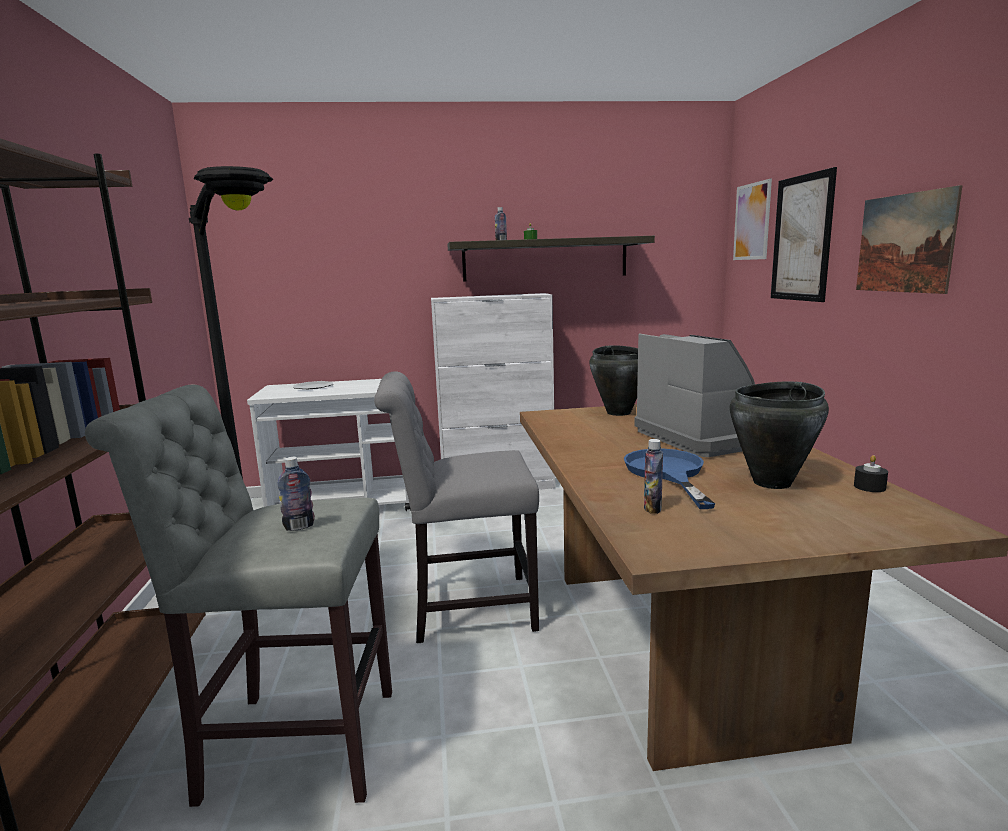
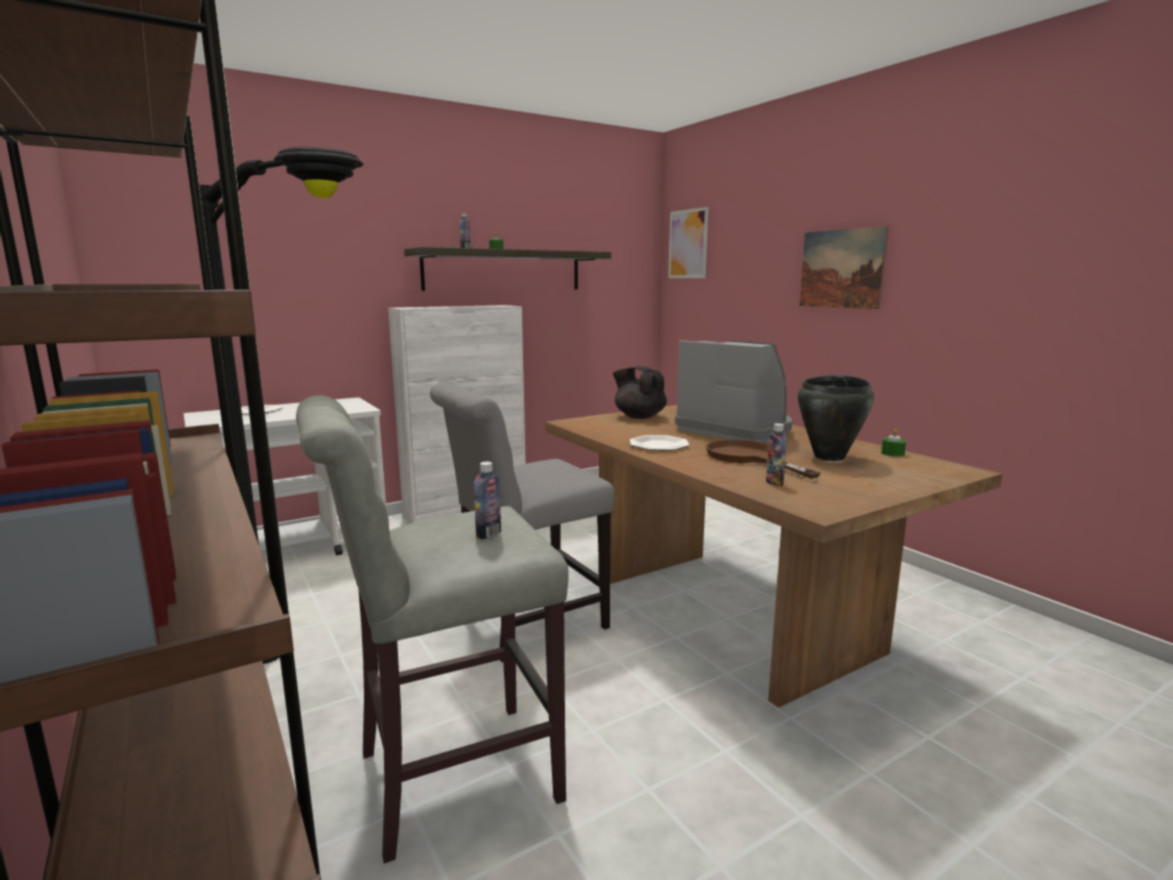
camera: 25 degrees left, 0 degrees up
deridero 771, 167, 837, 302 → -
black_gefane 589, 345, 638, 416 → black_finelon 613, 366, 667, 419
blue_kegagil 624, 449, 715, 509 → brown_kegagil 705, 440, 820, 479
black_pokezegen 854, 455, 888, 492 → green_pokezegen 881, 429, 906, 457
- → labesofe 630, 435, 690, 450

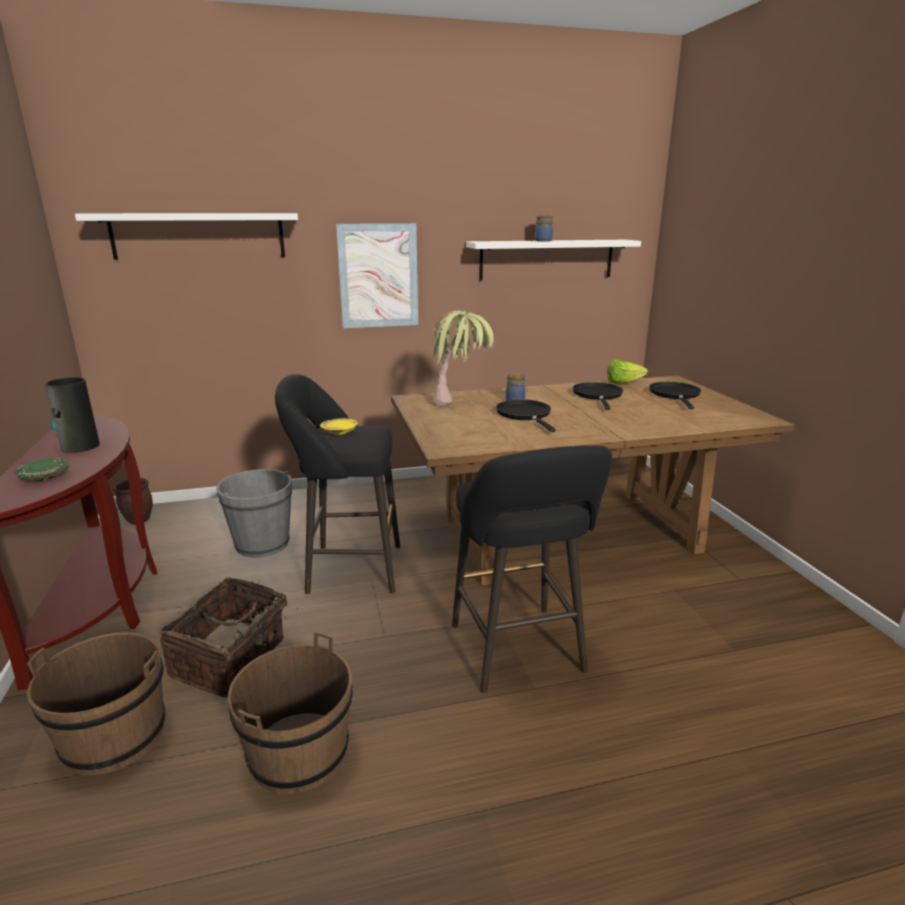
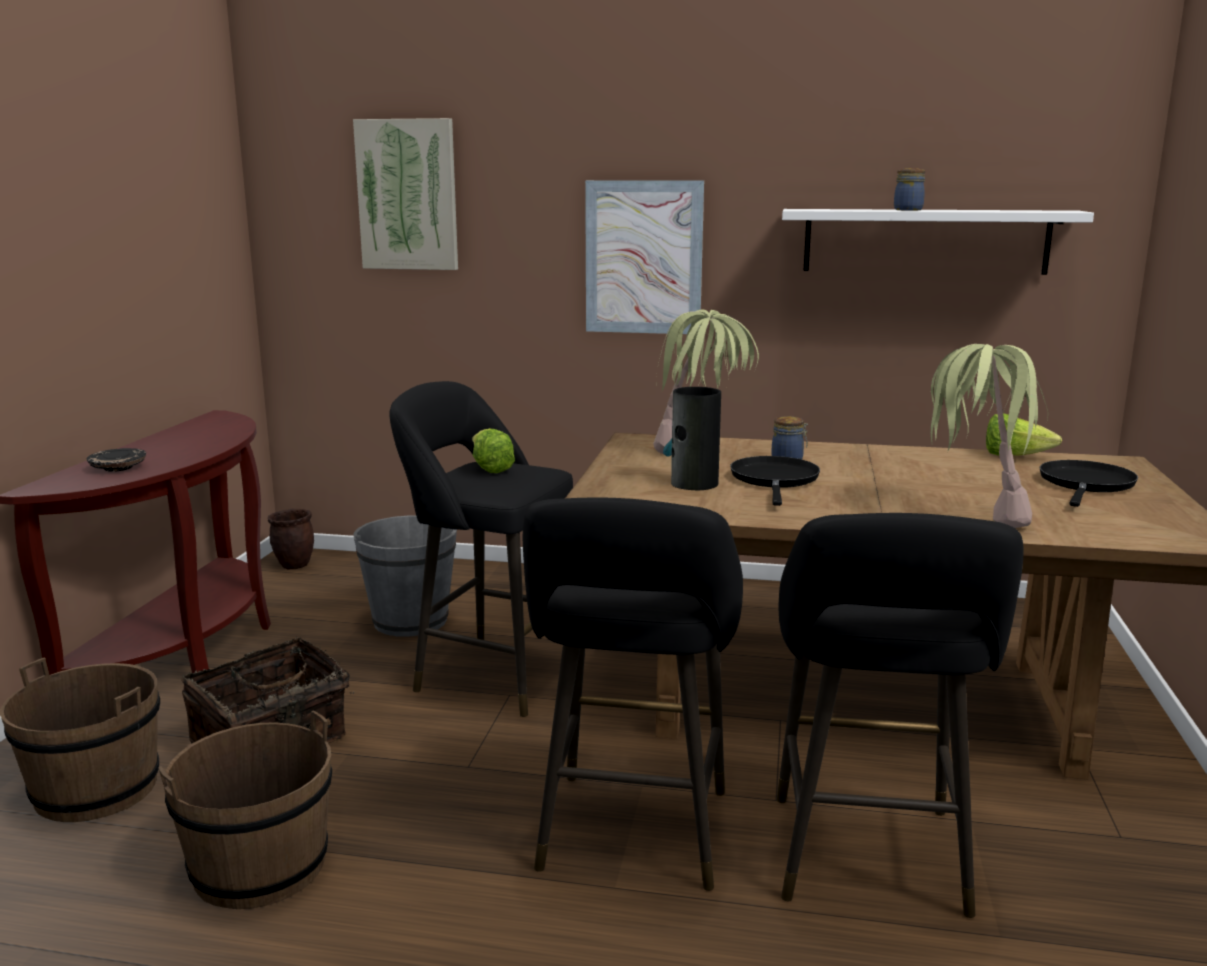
camera: 25 degrees right, 5 degrees down
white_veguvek 75, 213, 298, 260 → deridero 353, 118, 458, 270
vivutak 45, 377, 100, 453 → vivutak 663, 387, 721, 490, relocated
black_kegagil 573, 382, 623, 410 → -
yellow_labesofe 320, 418, 357, 435 → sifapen 472, 428, 515, 473
green_labesofe 14, 458, 68, 481 → black_labesofe 87, 448, 146, 472
- → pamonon 931, 344, 1048, 528
- → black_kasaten 777, 513, 1024, 918

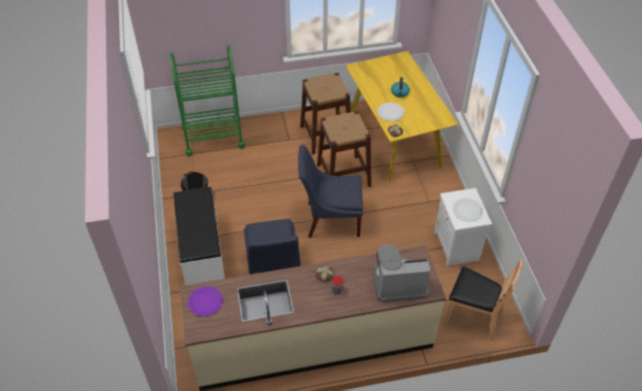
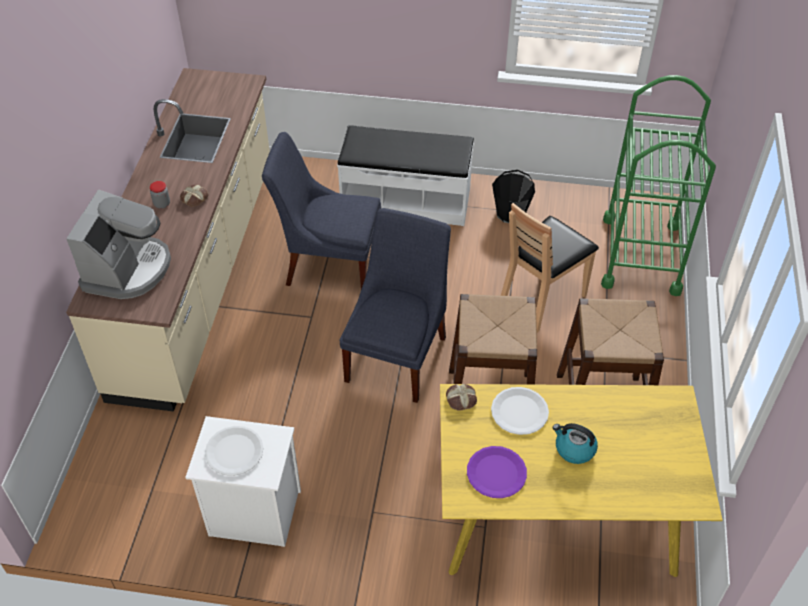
camera: 110 degrees right, 0 degrees up
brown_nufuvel 444, 260, 523, 341 → brown_nufuvel 501, 203, 599, 332, relocated
purple_labesofe 188, 286, 223, 316 → purple_labesofe 467, 446, 527, 498, relocated

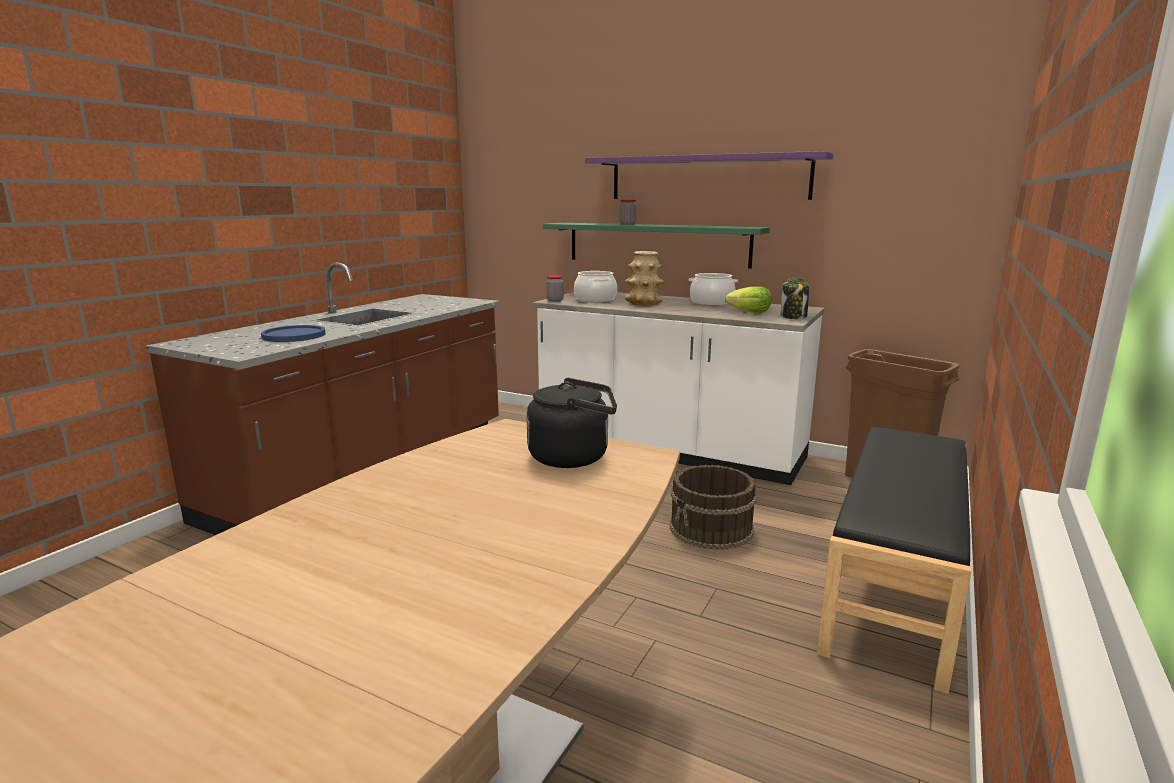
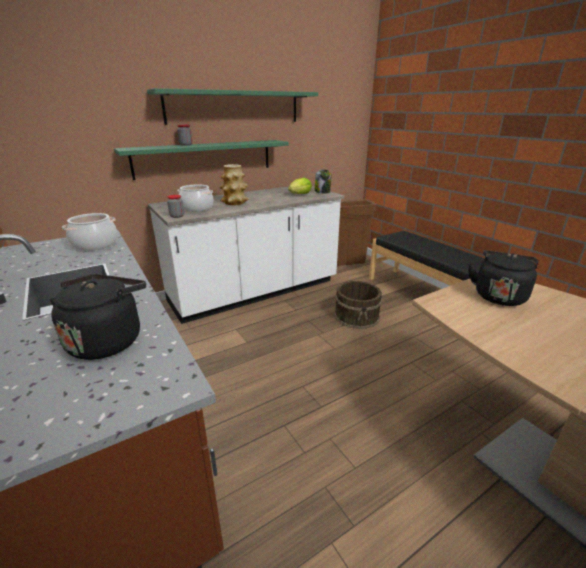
camera: 60 degrees left, 10 degrees up
purple_veguvek 585, 151, 833, 200 → green_veguvek 147, 88, 318, 125
gefane 689, 273, 738, 306 → gefane 62, 213, 118, 251, relocated
blue_labesofe 261, 325, 326, 342 → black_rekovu 50, 274, 146, 360

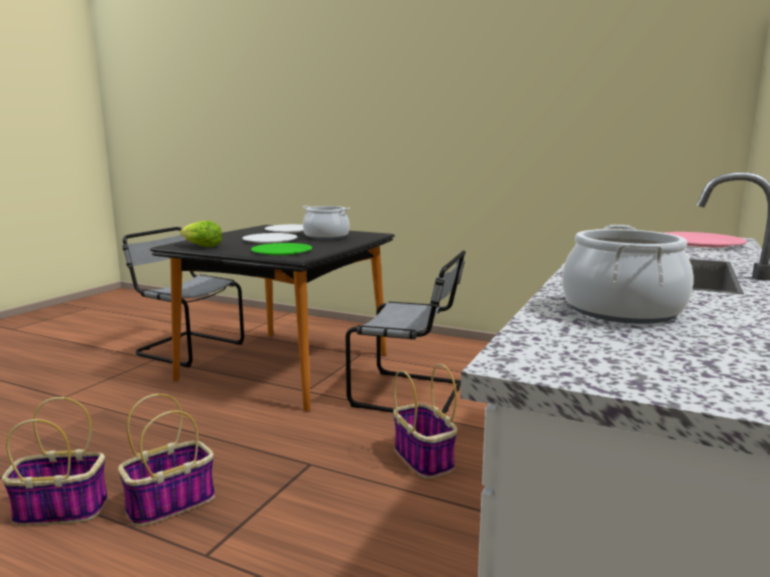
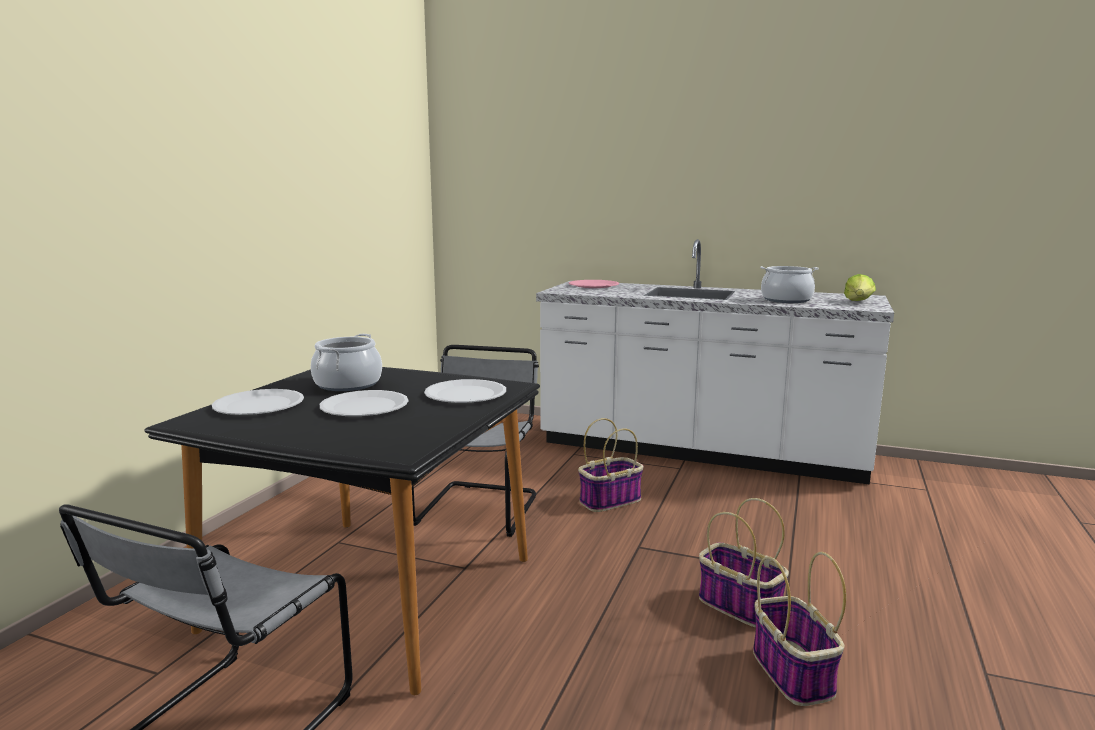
camera: 95 degrees left, 0 degrees up
sifapen 180, 221, 222, 247 → sifapen 844, 274, 876, 301, relocated
green_labesofe 251, 243, 312, 255 → white_labesofe 424, 379, 506, 403

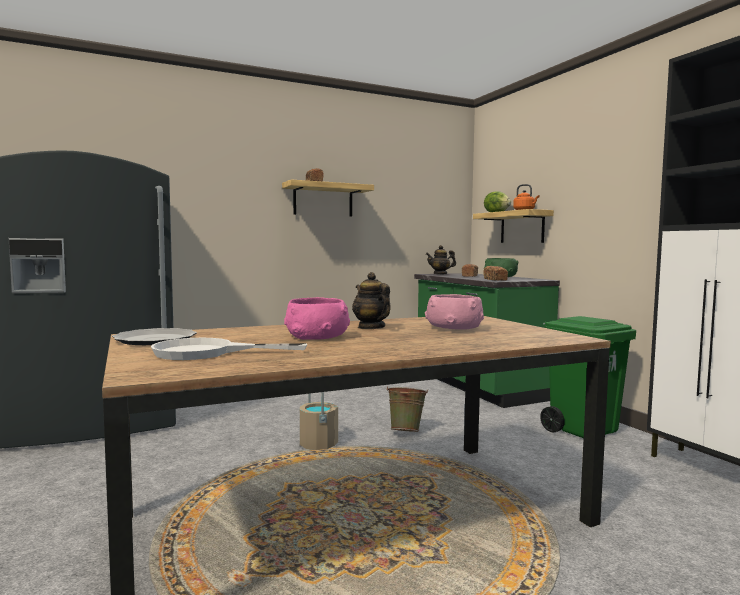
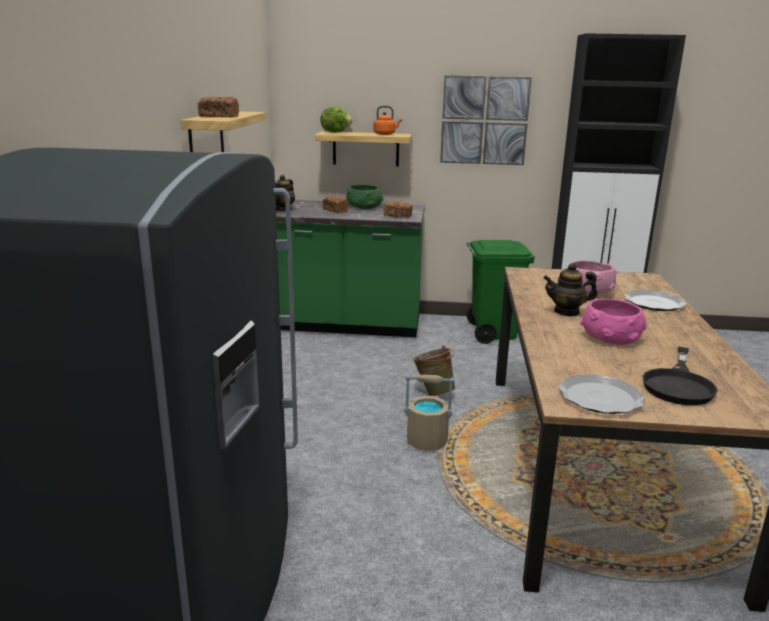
camera: 60 degrees left, 15 degrees up
white_kegagil 151, 338, 307, 360 → black_kegagil 642, 347, 718, 405
- → deridero 440, 75, 532, 165
- → labesofe 624, 290, 687, 311

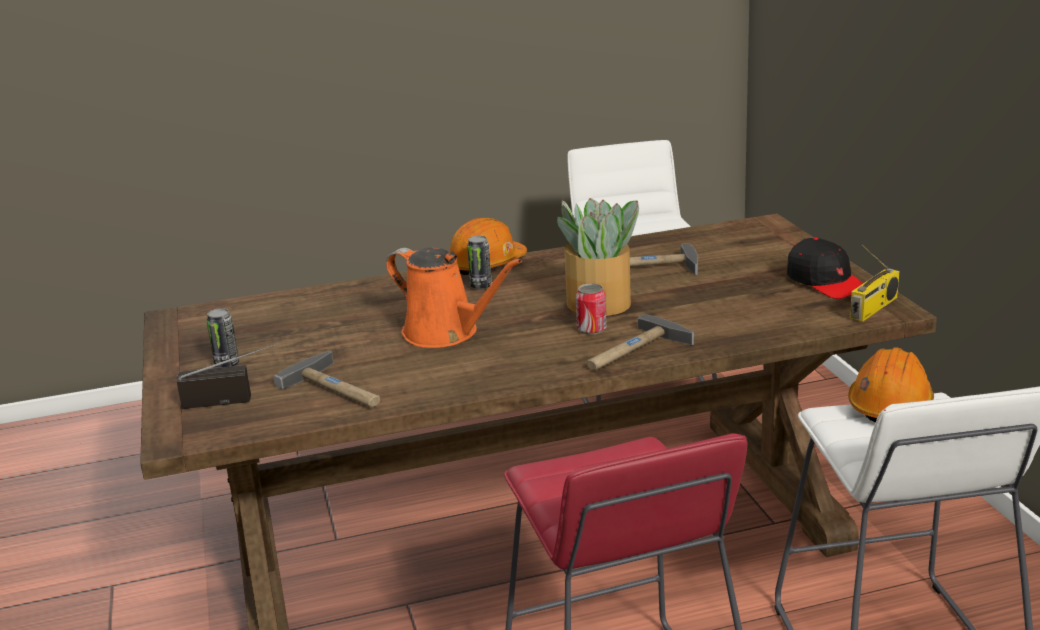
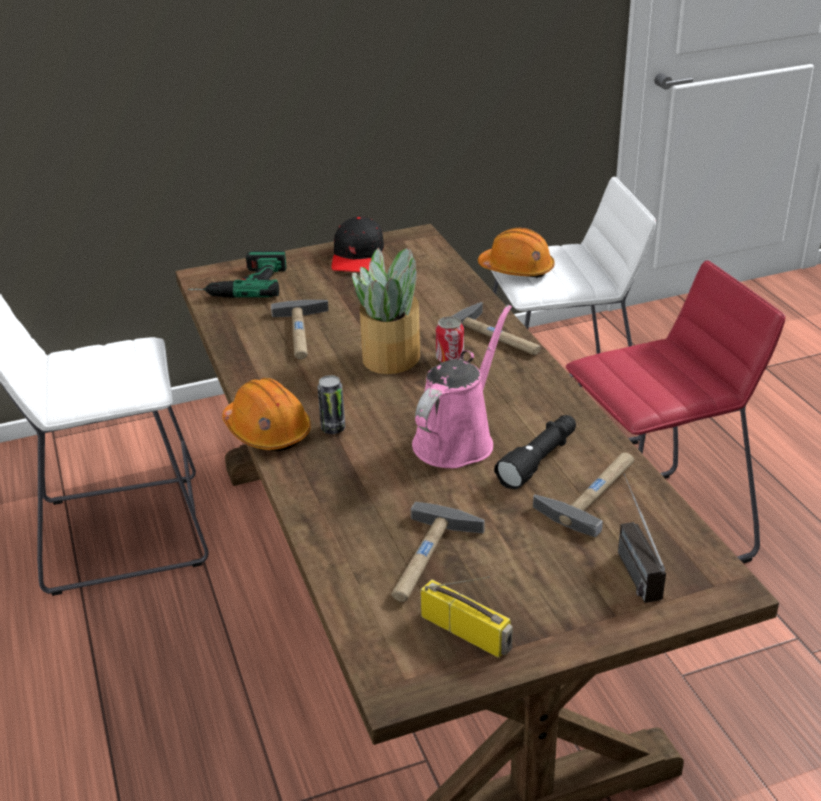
camera: 95 degrees left, 10 degrees up
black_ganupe 787, 238, 863, 299 → black_ganupe 332, 216, 384, 272, 135 degrees clockwise
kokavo 850, 245, 899, 322 → kokavo 421, 576, 513, 658, relocated
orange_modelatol 386, 248, 522, 348 → pink_modelatol 412, 305, 512, 468
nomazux 206, 308, 239, 368 → -
- → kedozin 188, 251, 287, 298
- → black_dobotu 494, 415, 576, 489
- → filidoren 391, 502, 485, 602

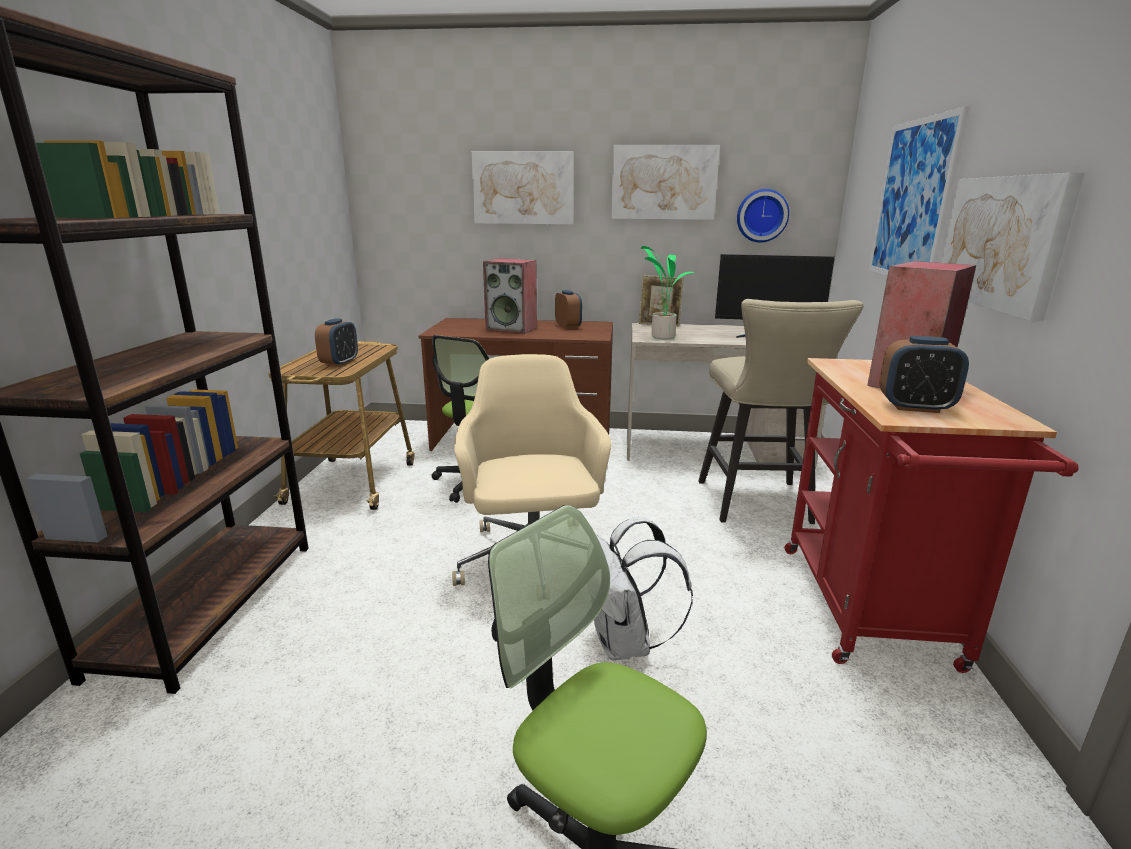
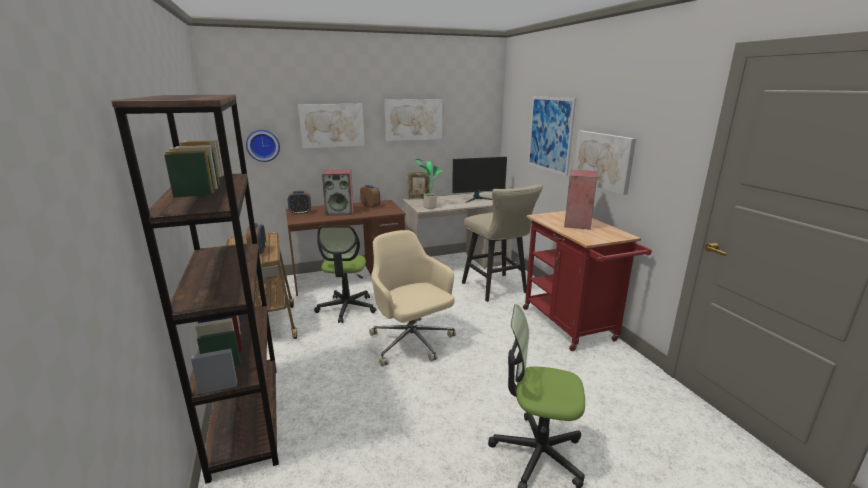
camera: 25 degrees left, 0 degrees up
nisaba 737, 189, 789, 242 → nisaba 246, 130, 280, 162, relocated
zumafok 880, 336, 969, 413 → zumafok 288, 191, 311, 215, relocated
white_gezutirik 594, 517, 693, 661 → -

